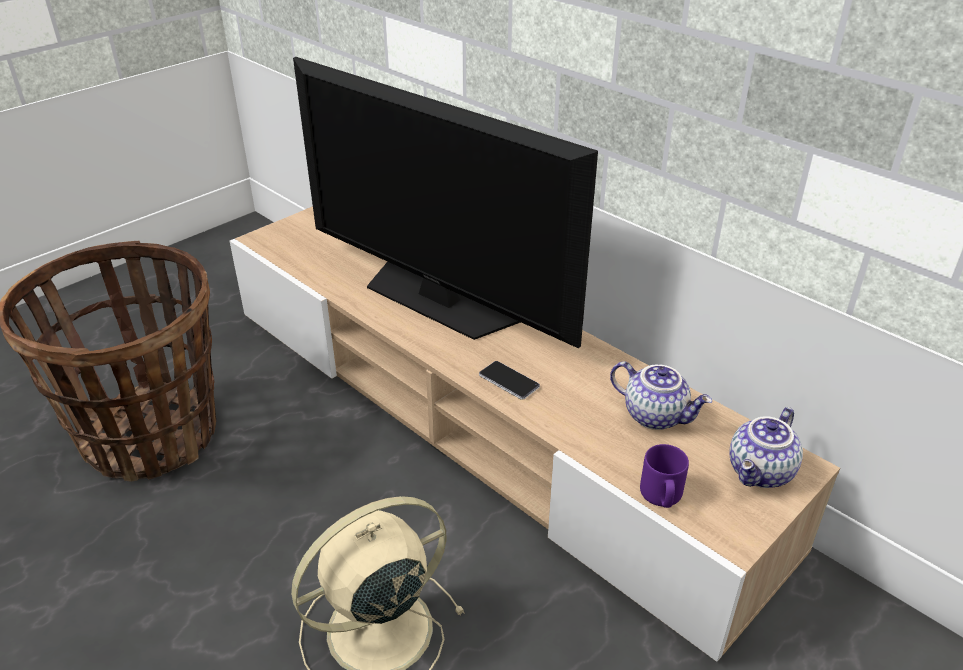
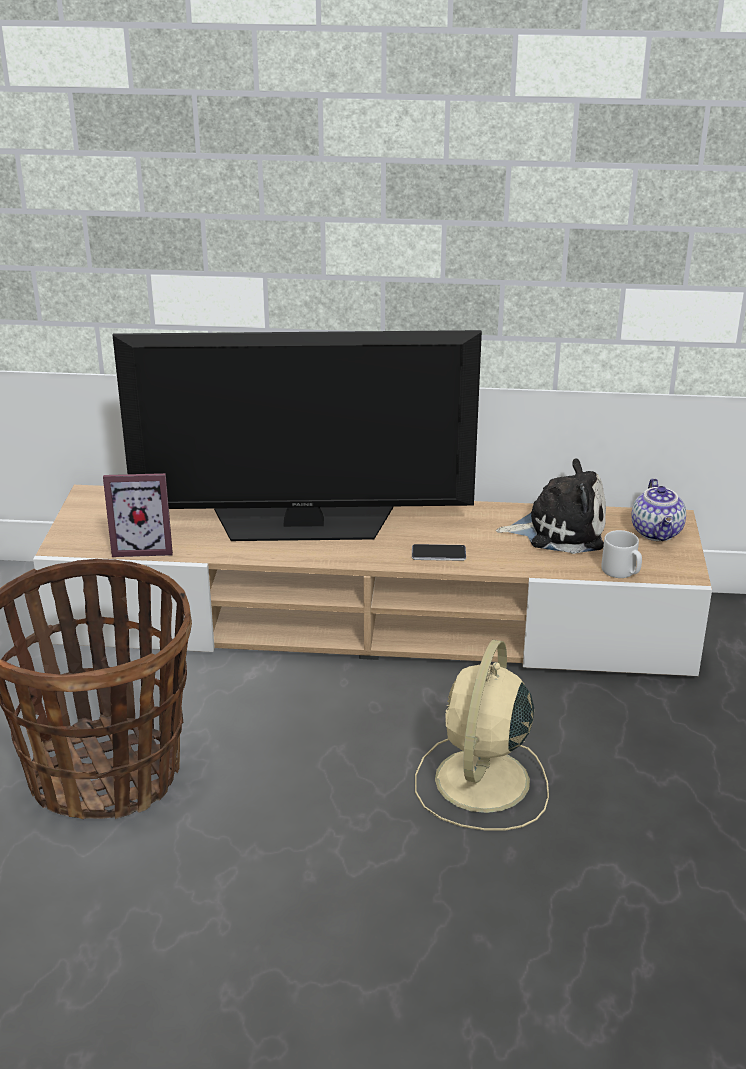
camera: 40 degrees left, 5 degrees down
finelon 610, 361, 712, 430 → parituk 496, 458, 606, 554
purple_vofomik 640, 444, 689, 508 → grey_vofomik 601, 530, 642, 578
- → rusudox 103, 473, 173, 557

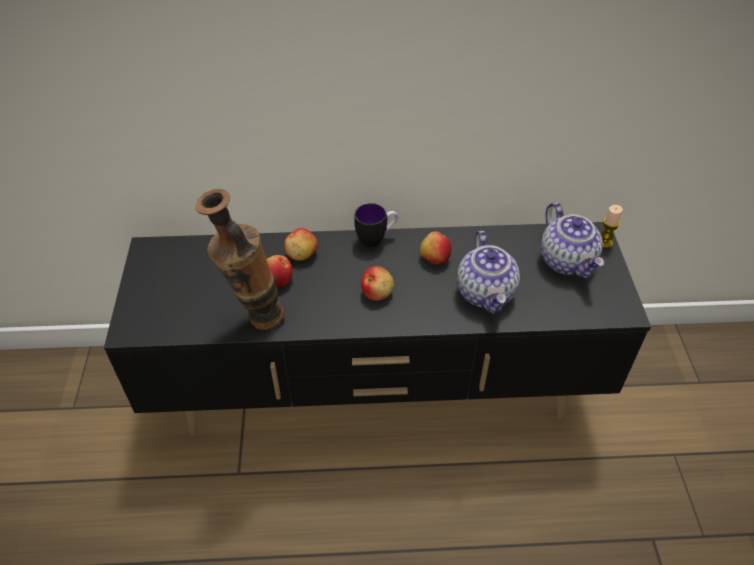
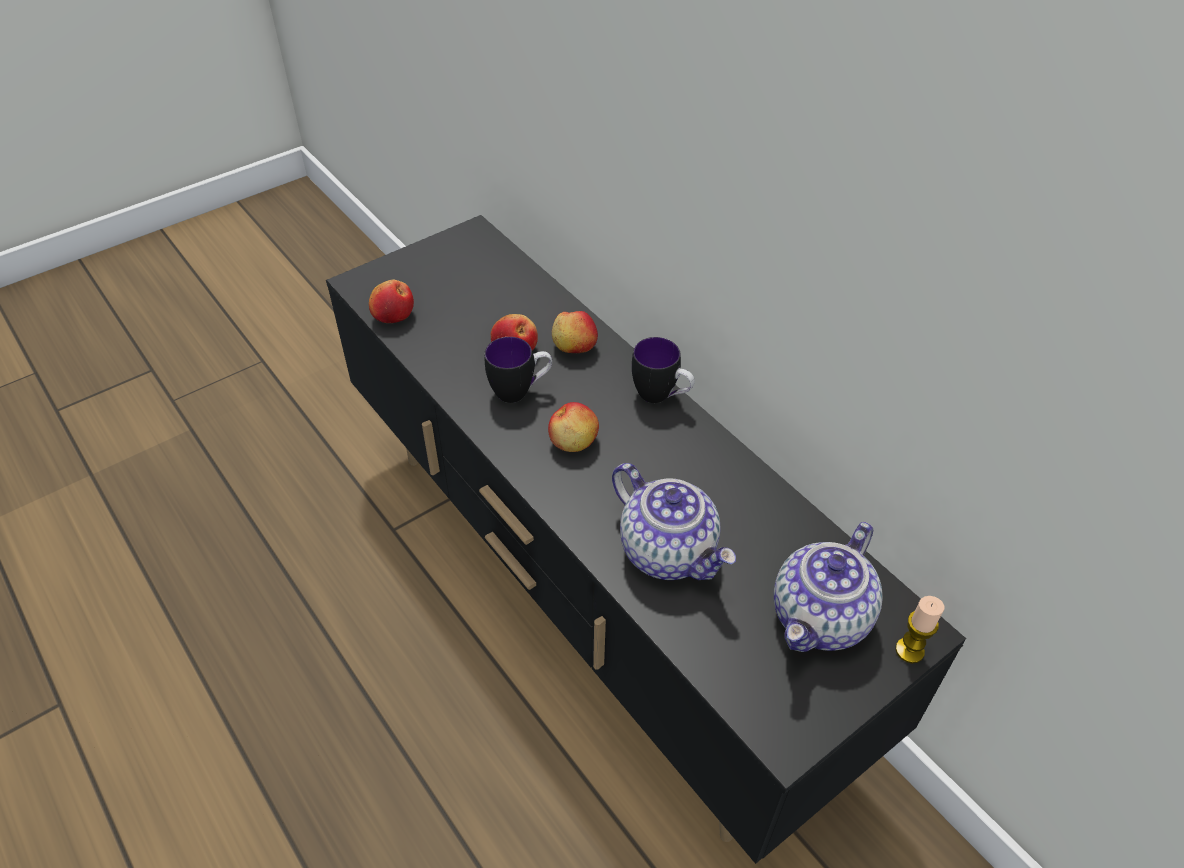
camera: 55 degrees right, 0 degrees up
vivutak 195, 189, 284, 330 → -
finelon 457, 231, 520, 314 → finelon 612, 463, 736, 580, 90 degrees counterclockwise
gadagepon 420, 232, 451, 265 → gadagepon 369, 280, 414, 323, relocated
- → vofomik 485, 337, 552, 403

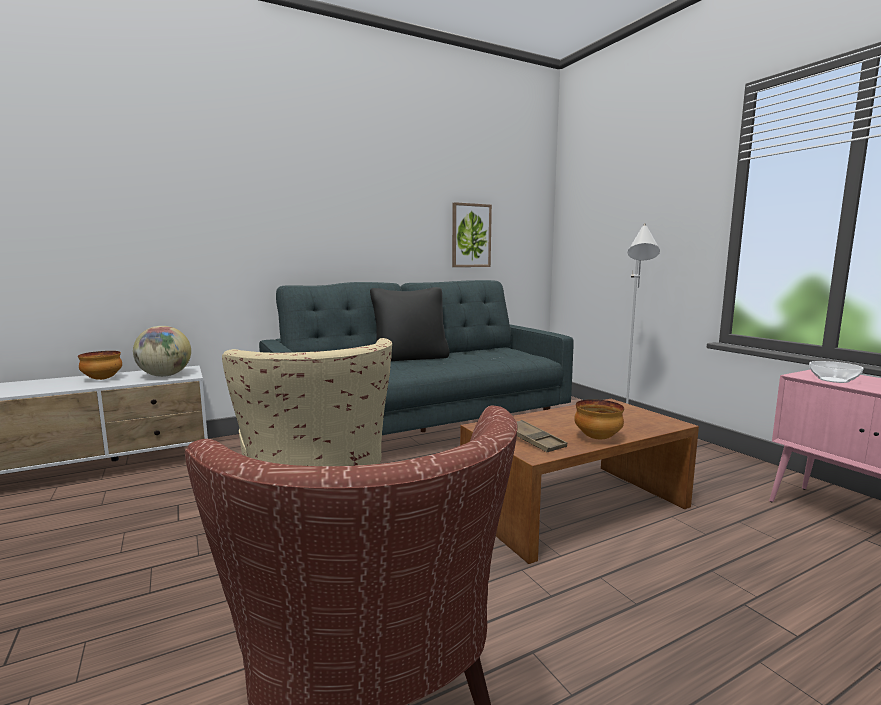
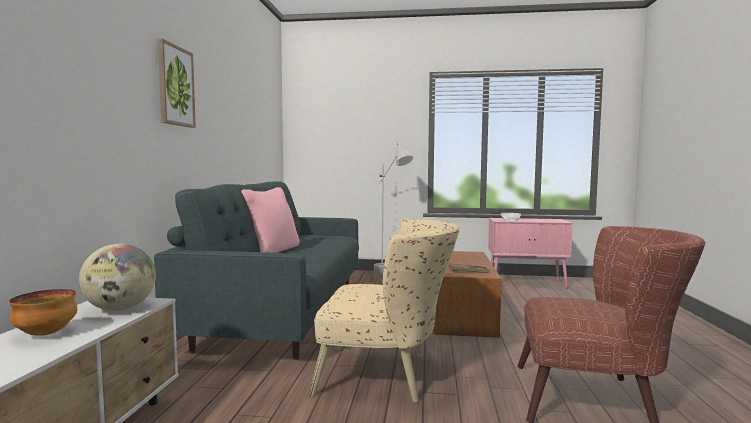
camera: 55 degrees left, 5 degrees down
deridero 452, 202, 492, 267 → deridero 158, 39, 196, 128, relocated
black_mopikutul 370, 287, 450, 361 → pink_mopikutul 241, 187, 299, 253
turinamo 574, 399, 624, 439 → -

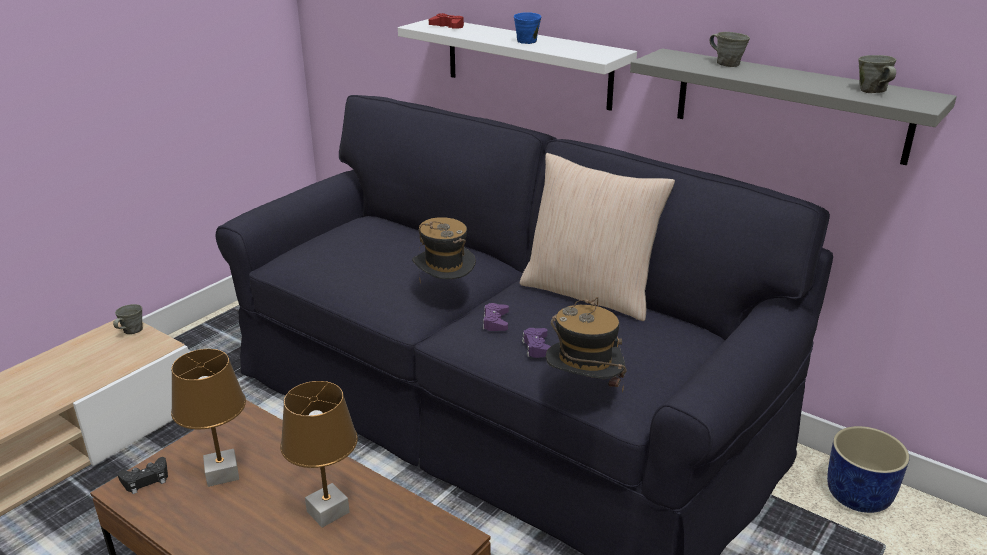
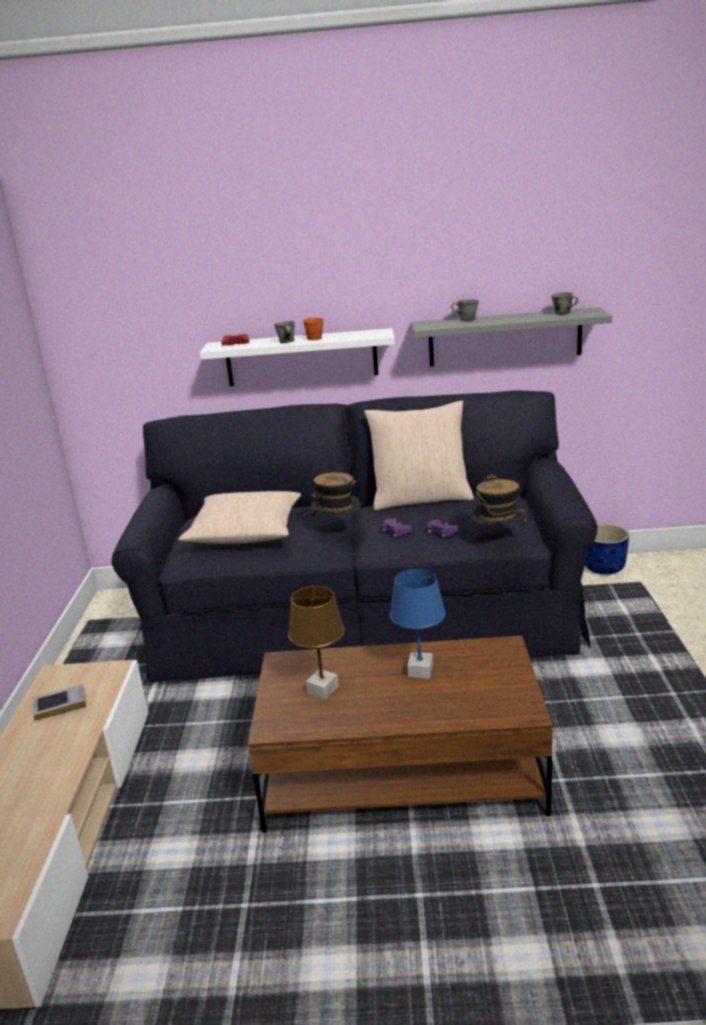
camera: 35 degrees left, 5 degrees down
blue_vofomik 514, 12, 541, 44 → orange_vofomik 303, 318, 324, 340
grey_vofomik 113, 304, 143, 334 → grey_vofomik 274, 321, 294, 343, relocated
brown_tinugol 280, 381, 358, 528 → blue_tinugol 390, 569, 446, 679
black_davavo 118, 457, 168, 494 → -
- → beige_mopikutul 178, 491, 301, 544
- → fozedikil 33, 684, 86, 721

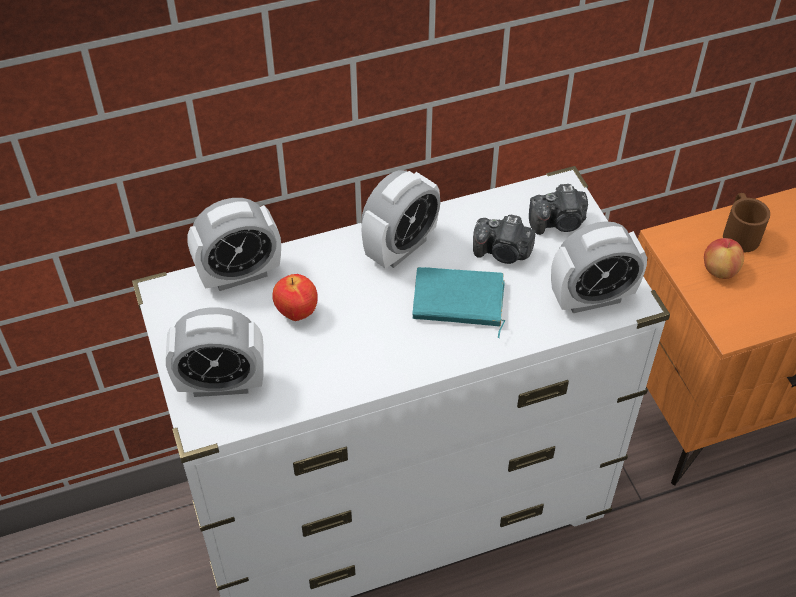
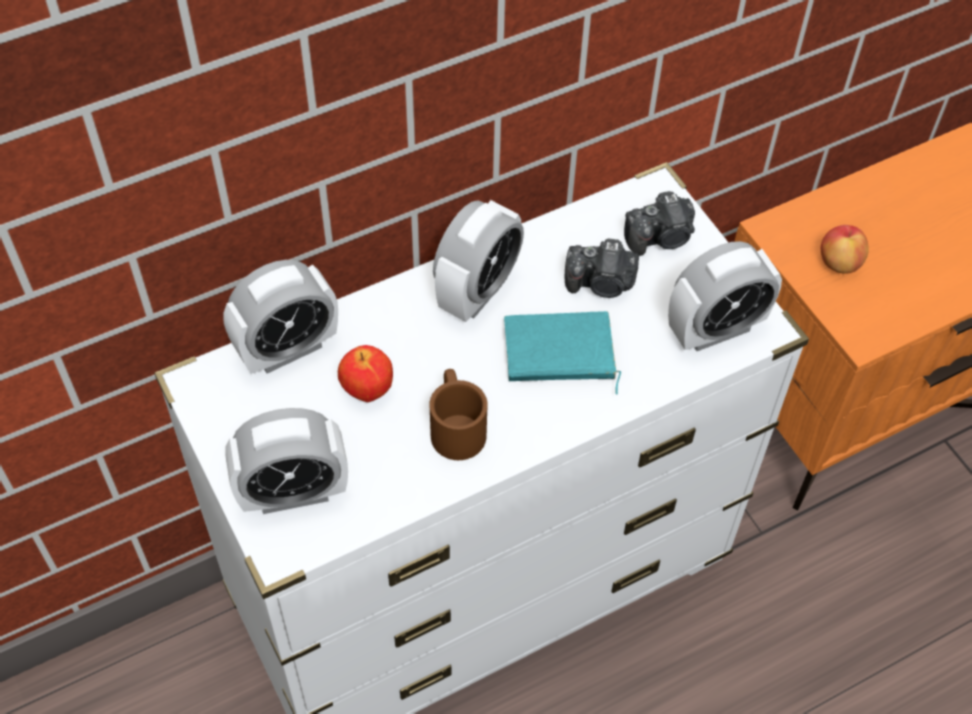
camera: 10 degrees left, 5 degrees up
brown_vofomik 723, 193, 770, 252 → brown_vofomik 429, 369, 488, 460, relocated

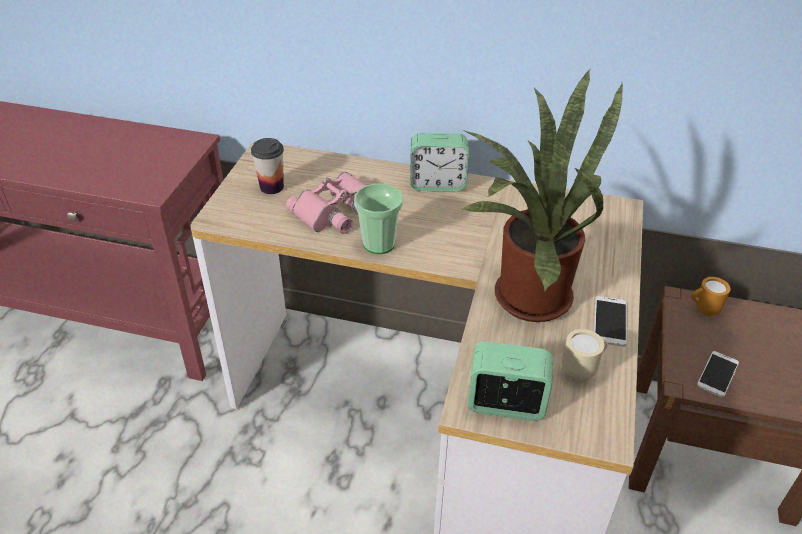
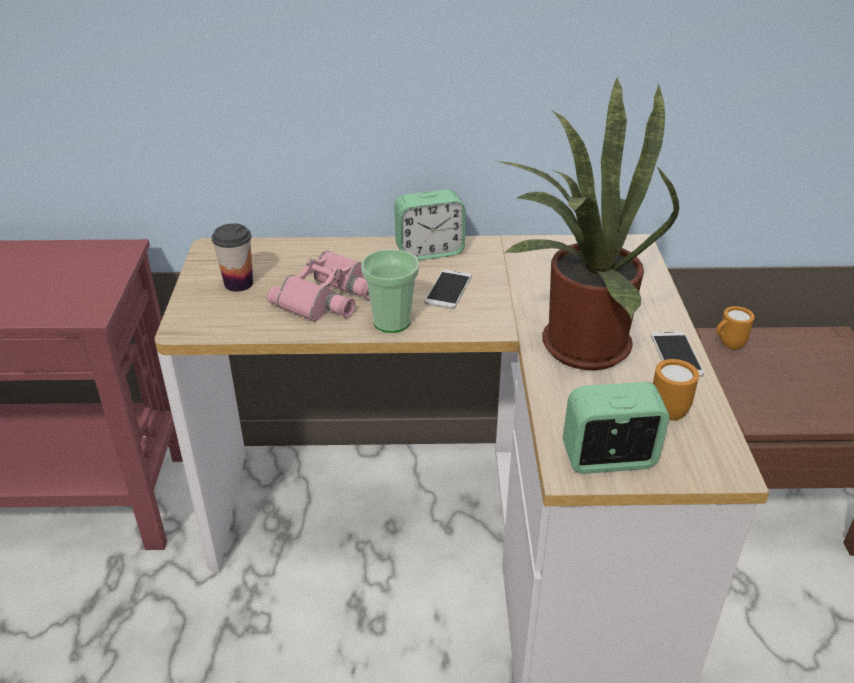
camera: 15 degrees left, 5 degrees down
beige_vofomik 562, 329, 608, 383 → orange_vofomik 653, 359, 699, 421
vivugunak 697, 351, 739, 397 → vivugunak 424, 269, 472, 309, relocated

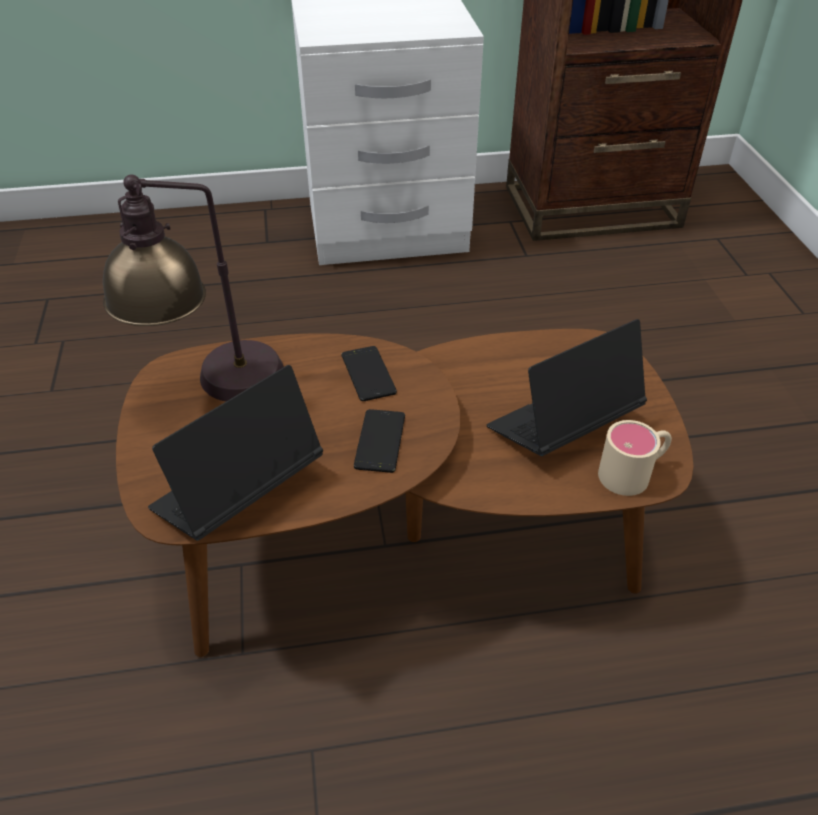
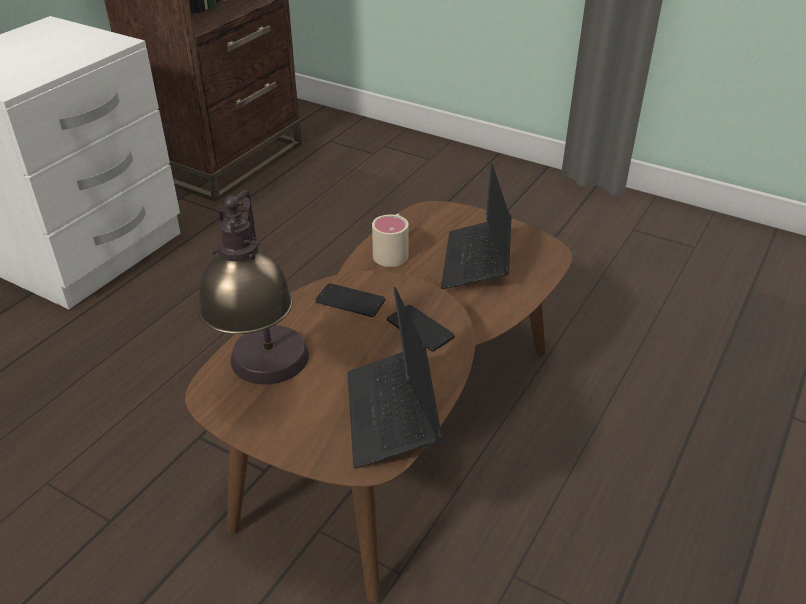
camera: 50 degrees left, 5 degrees down
beige_vofomik 598, 420, 672, 496 → beige_vofomik 372, 214, 409, 267, relocated

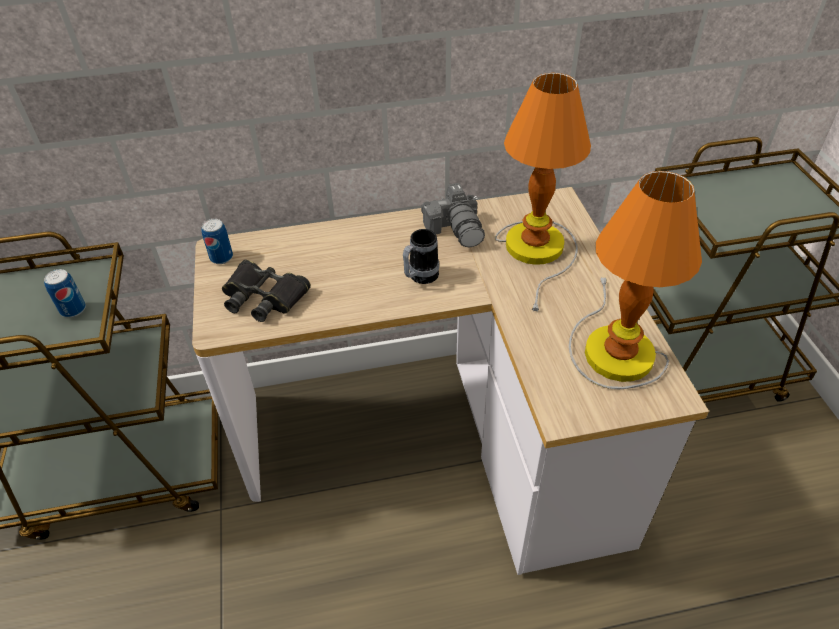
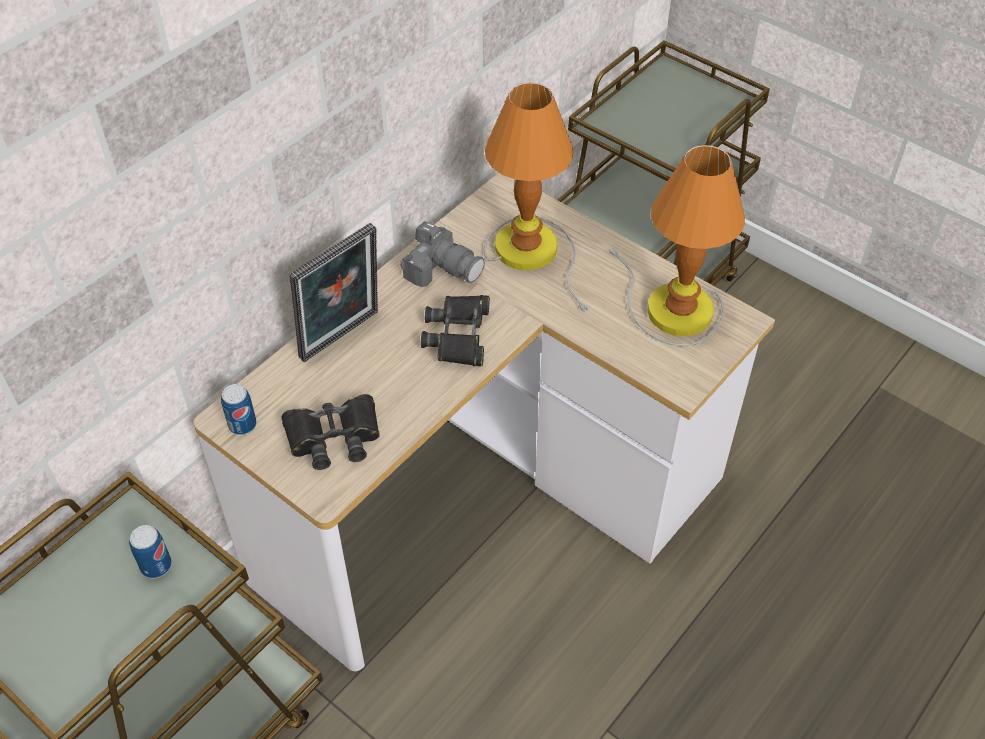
camera: 40 degrees left, 5 degrees up
vofomik 403, 229, 439, 284 → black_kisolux 421, 295, 490, 366
- → rusudox 289, 223, 378, 362

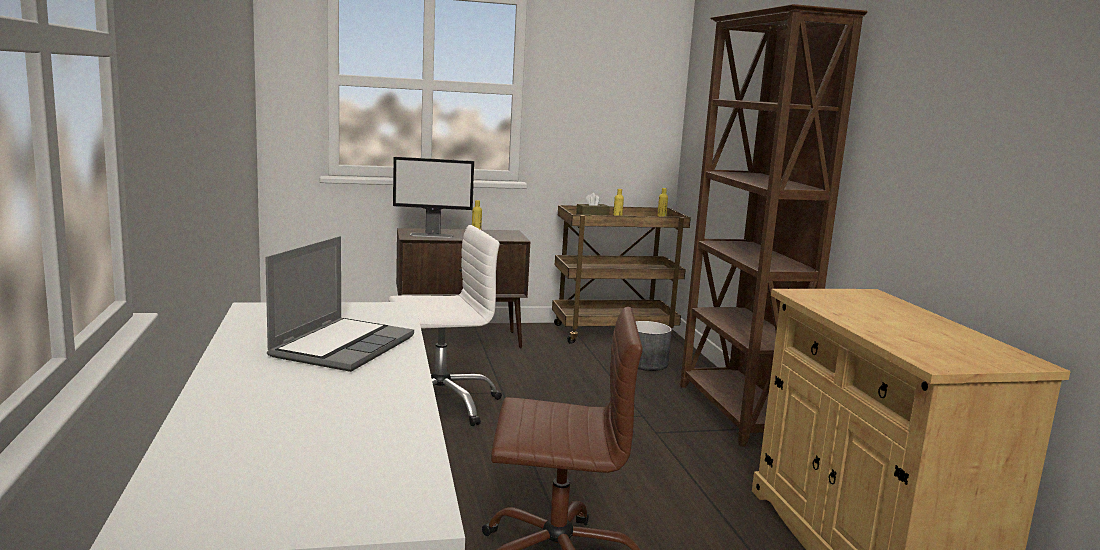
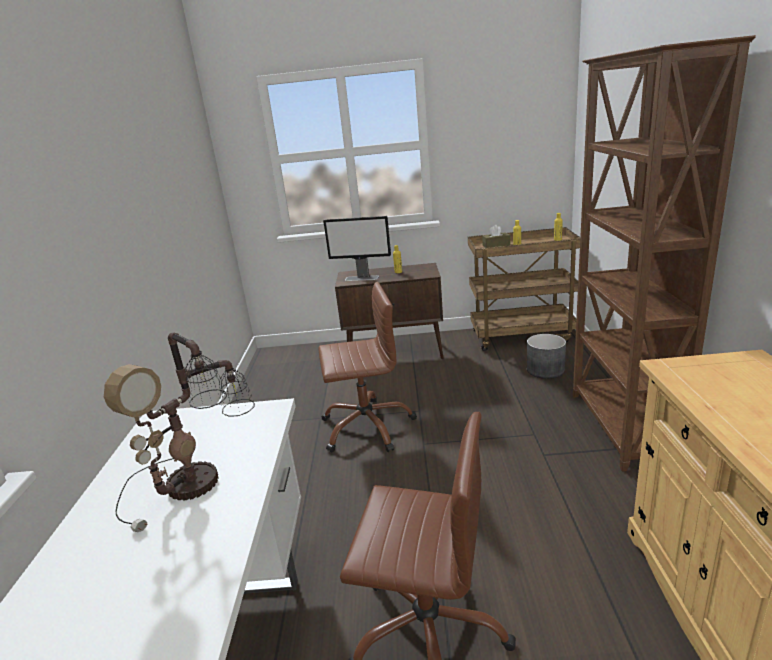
camera: 15 degrees right, 10 degrees up
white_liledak 389, 225, 502, 426 → brown_liledak 318, 282, 417, 452
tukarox 265, 236, 414, 372 → tinugol 104, 332, 255, 532

